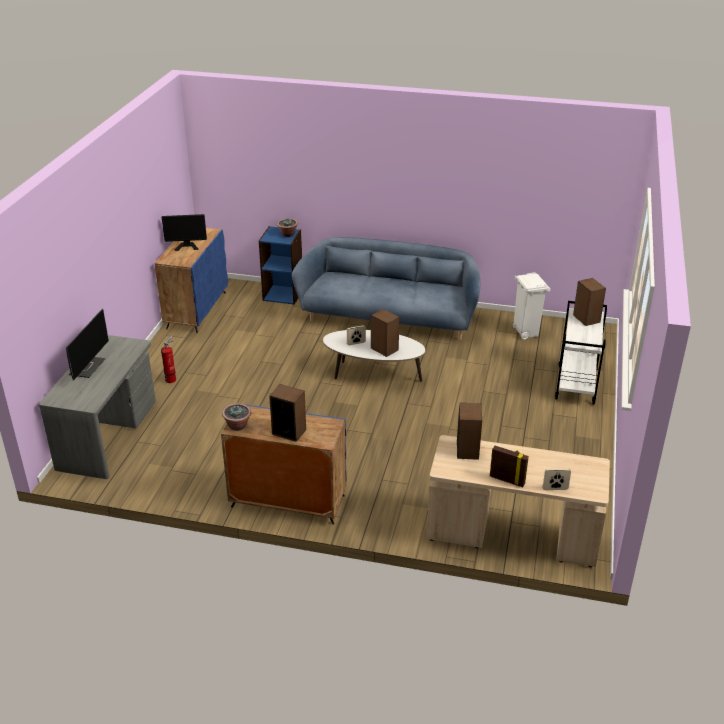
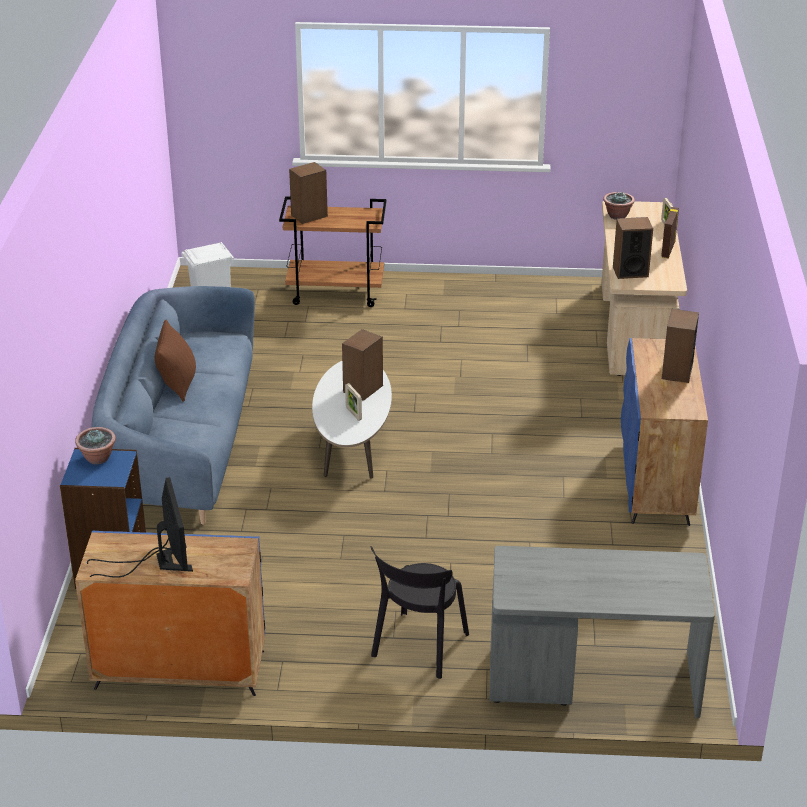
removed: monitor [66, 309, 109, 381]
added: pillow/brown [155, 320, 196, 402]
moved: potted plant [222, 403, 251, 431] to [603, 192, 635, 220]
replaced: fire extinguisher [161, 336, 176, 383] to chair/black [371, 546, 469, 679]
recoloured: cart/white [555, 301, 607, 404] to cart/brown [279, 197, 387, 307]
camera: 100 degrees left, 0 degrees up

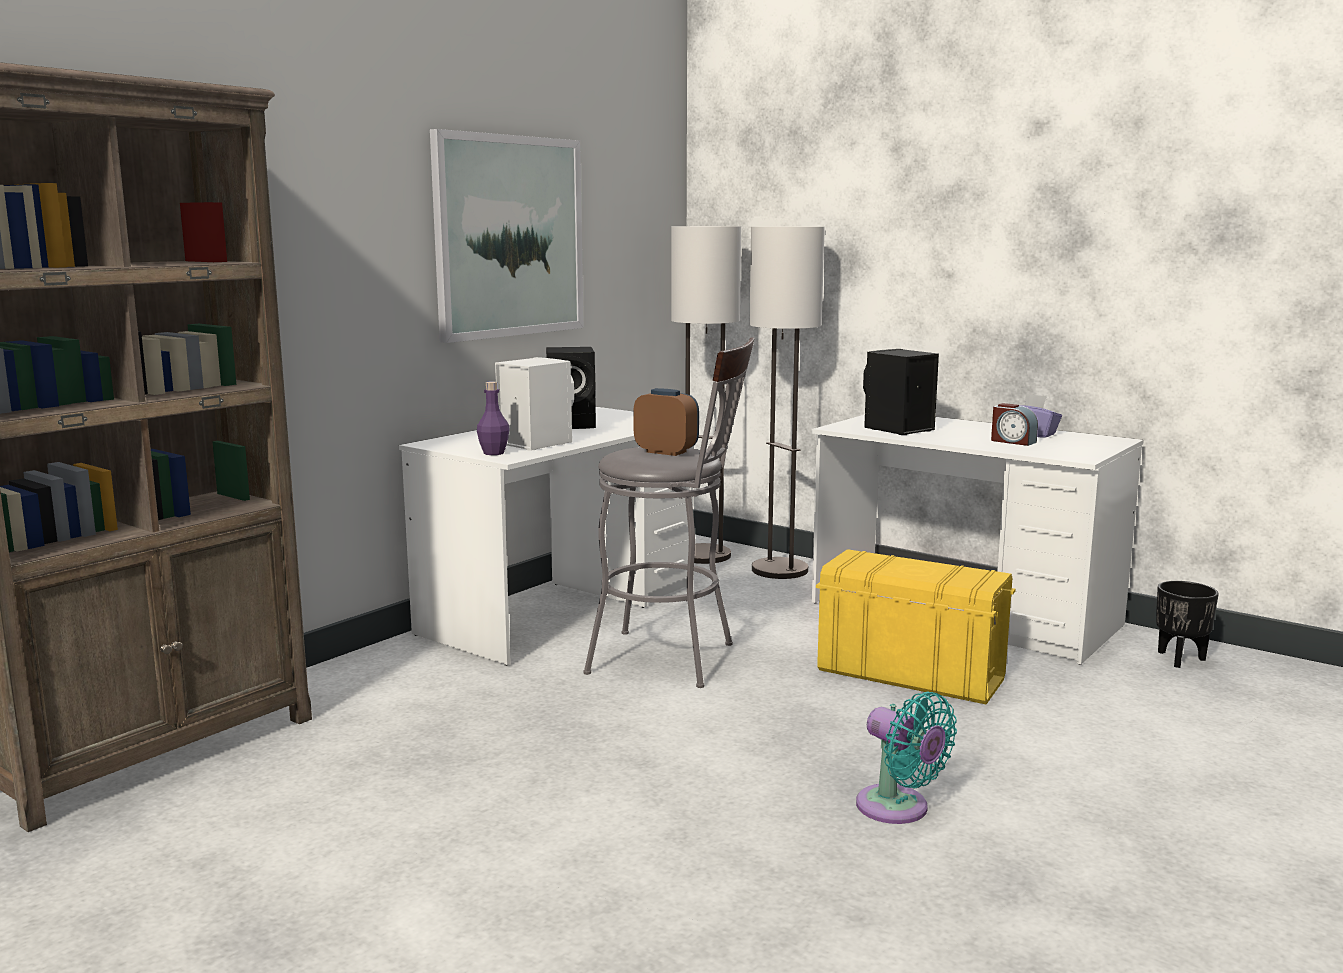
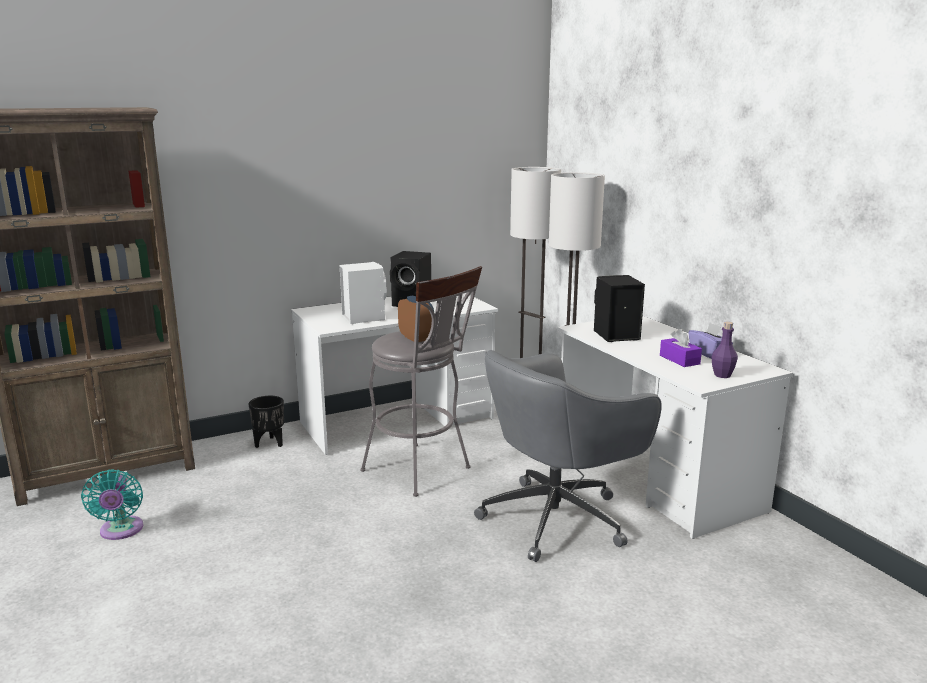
removed: picture [430, 129, 584, 343]
moved: bottle/purple [477, 381, 510, 455] to [711, 321, 738, 378]; fan/turquoise [856, 691, 957, 824] to [81, 469, 143, 540]; planter/black [1156, 581, 1219, 668] to [249, 396, 284, 448]
replaced: storage box/yellow [816, 549, 1016, 704] to office chair/grey [474, 350, 662, 562]; alarm clock [991, 403, 1038, 446] to tissue box/purple [660, 329, 702, 367]
camera: 25 degrees right, 5 degrees up

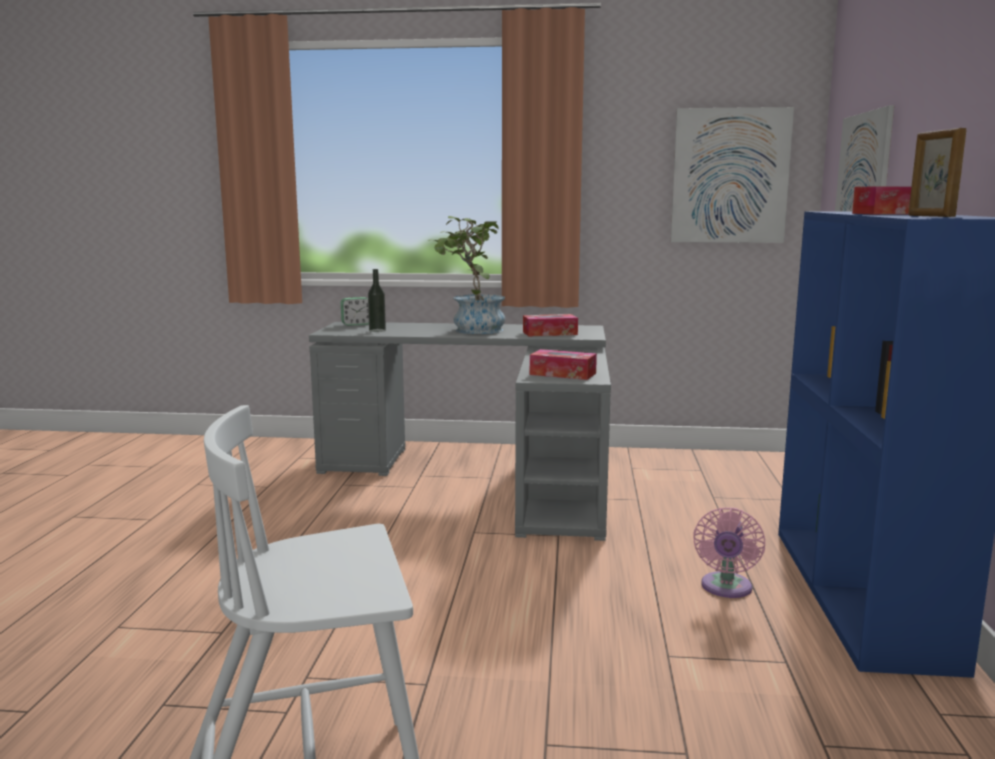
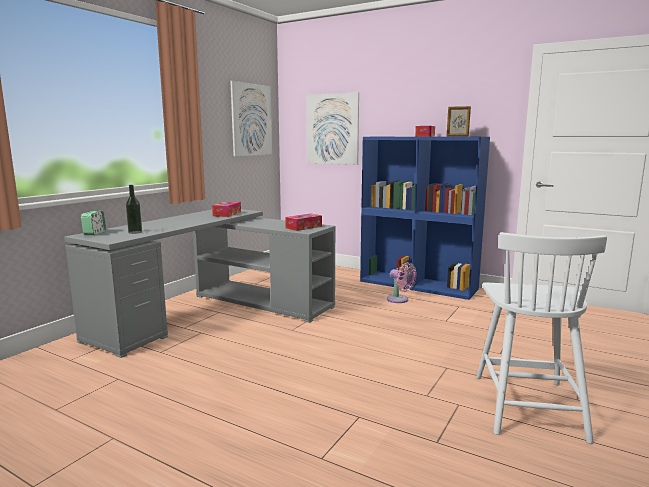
removed: potted plant [428, 216, 505, 334]
camera: 65 degrees left, 0 degrees up

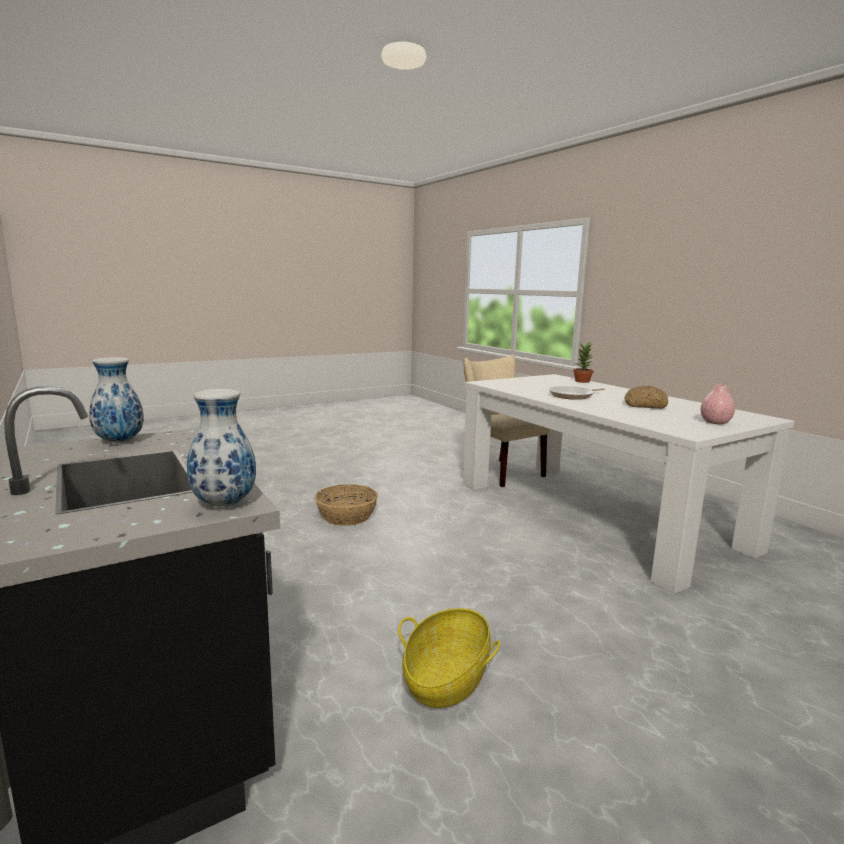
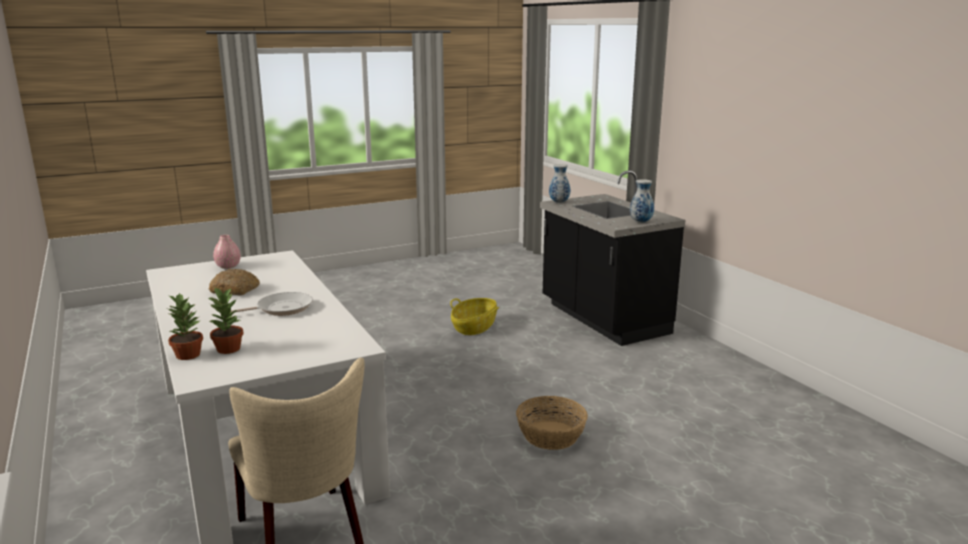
added: potted plant [207, 288, 243, 354]
camera: 175 degrees left, 5 degrees up

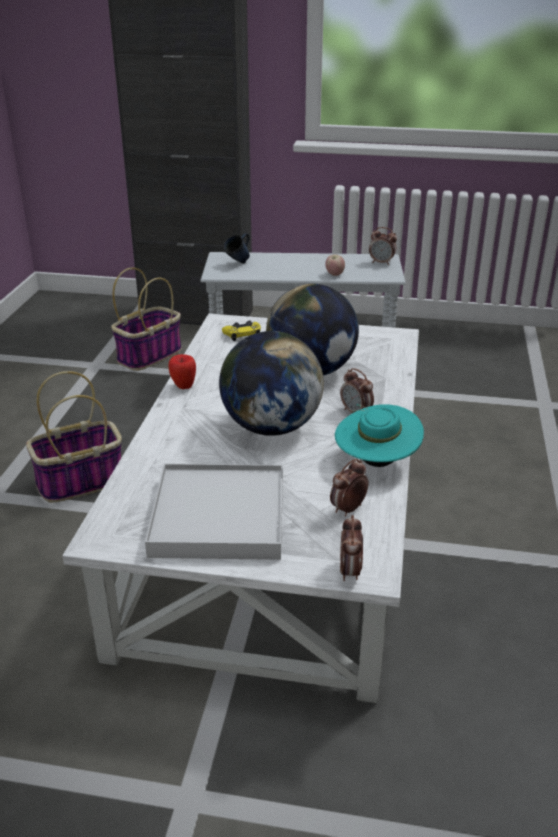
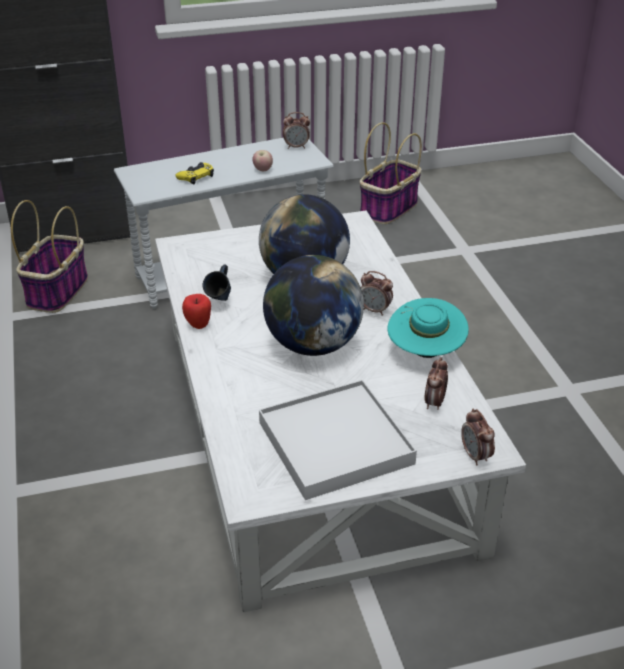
moved: basket [26, 371, 122, 502] to [360, 122, 422, 224]; game controller/yellow [222, 320, 261, 341] to [175, 162, 214, 185]; mug/blue [223, 233, 250, 264] to [202, 264, 231, 301]
camera: 25 degrees left, 5 degrees up

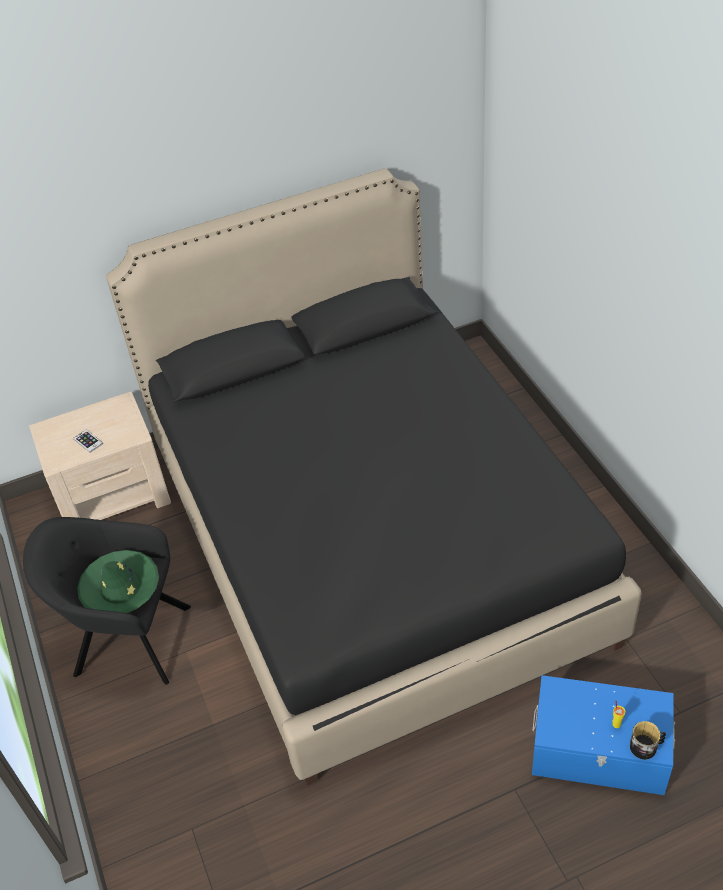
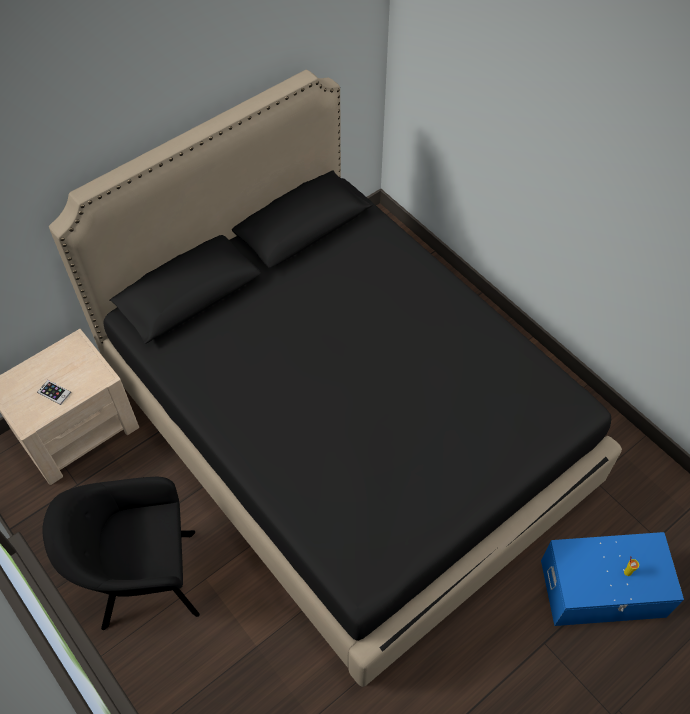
removed: hat/green [77, 550, 159, 613]; mug [630, 721, 666, 760]
camera: 20 degrees left, 10 degrees up

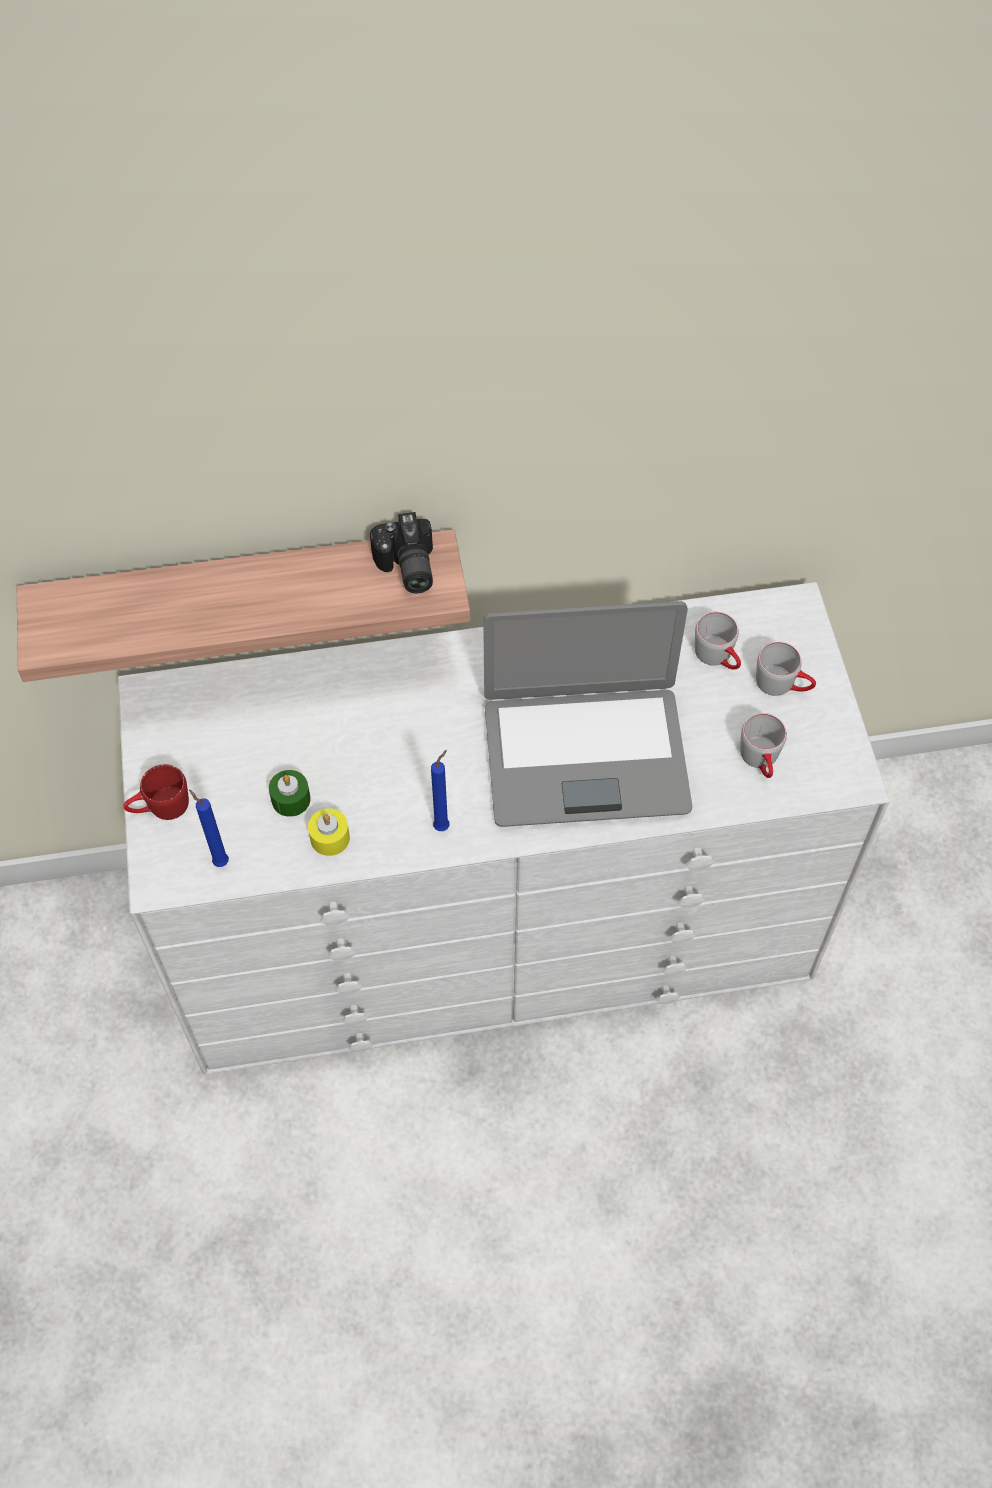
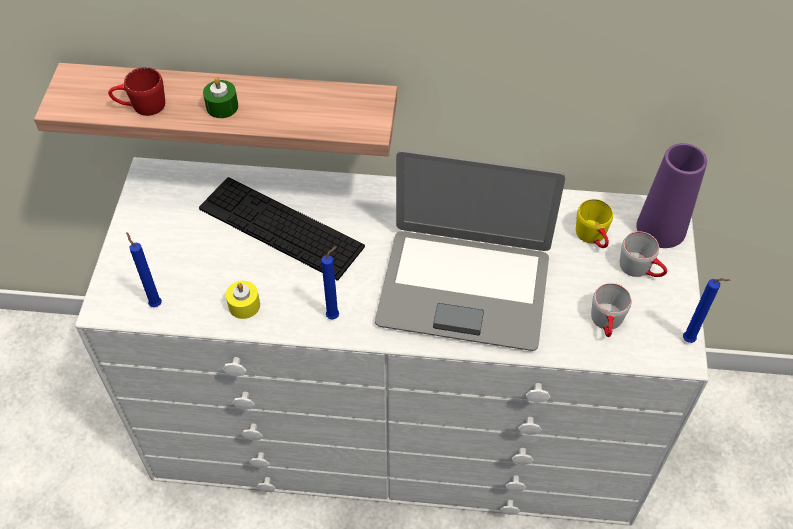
removed: photo camera [370, 512, 433, 593]
added: keyboard [199, 177, 365, 281]; vase/purple [636, 143, 707, 248]; candle/blue [683, 278, 730, 343]
moved: mug/red [123, 764, 189, 820] to [108, 67, 165, 116]; candle/green [269, 770, 311, 817] to [203, 78, 238, 118]
recoloured: mug/grey [695, 612, 741, 670] to mug/yellow [576, 199, 613, 248]
camera: 15 degrees right, 5 degrees down

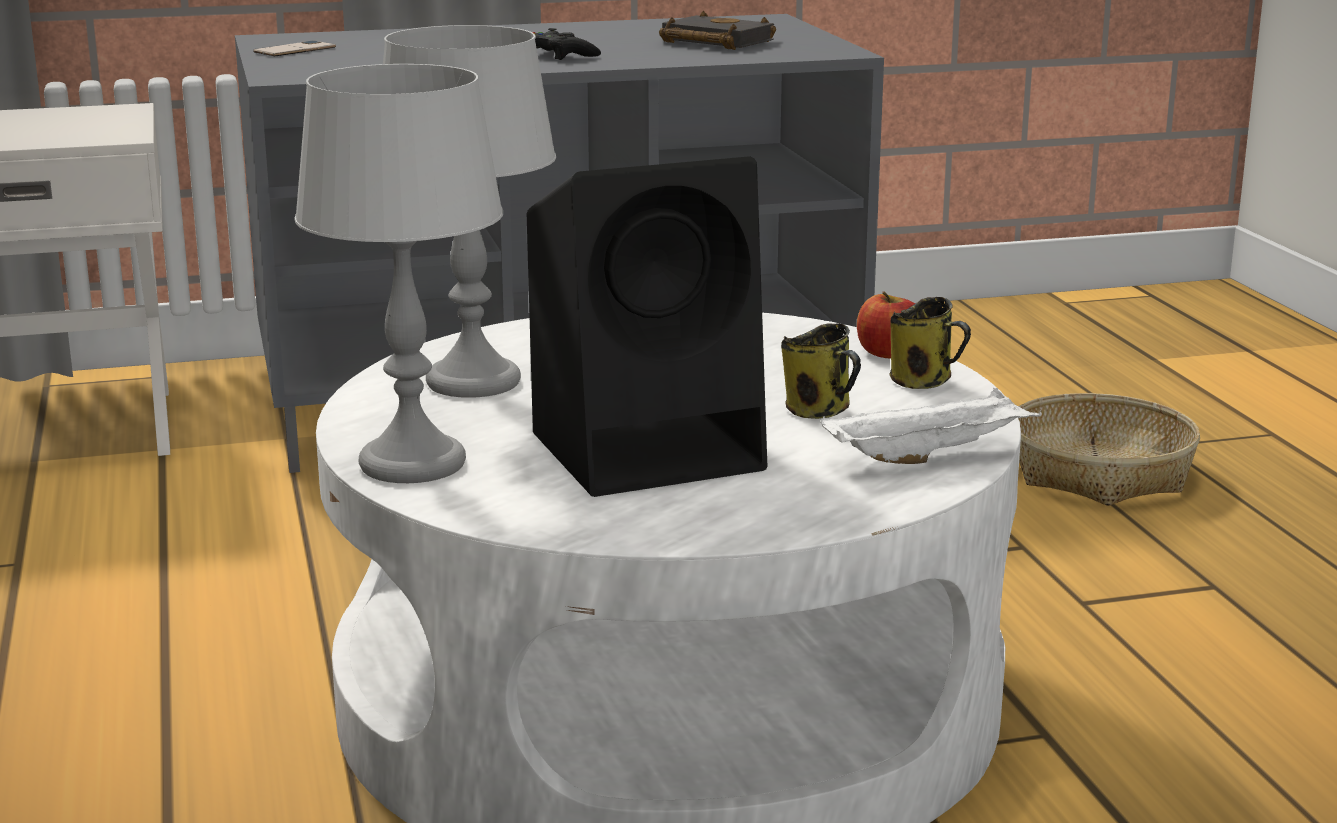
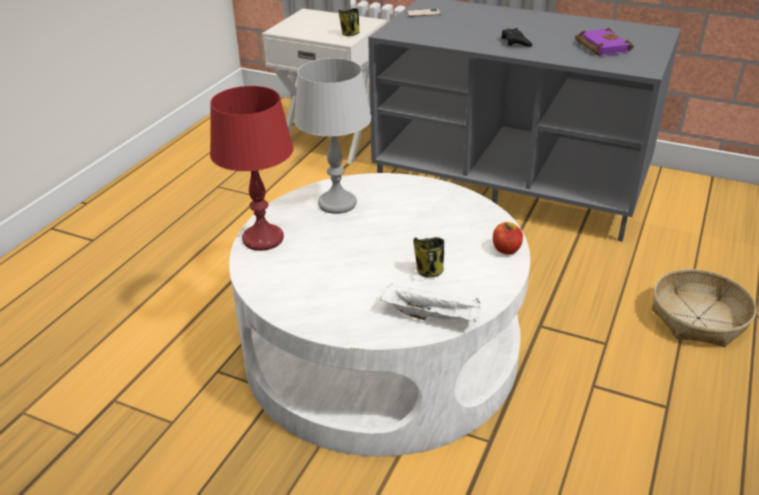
removed: speaker/black [527, 156, 767, 497]
moved: mug [889, 297, 971, 389] to [338, 8, 359, 36]
recoloured: table lamp/grey [294, 64, 503, 483] to table lamp/red [210, 86, 293, 251]; book/black [659, 11, 776, 50] to book/purple [575, 28, 634, 56]
camera: 40 degrees right, 15 degrees up

